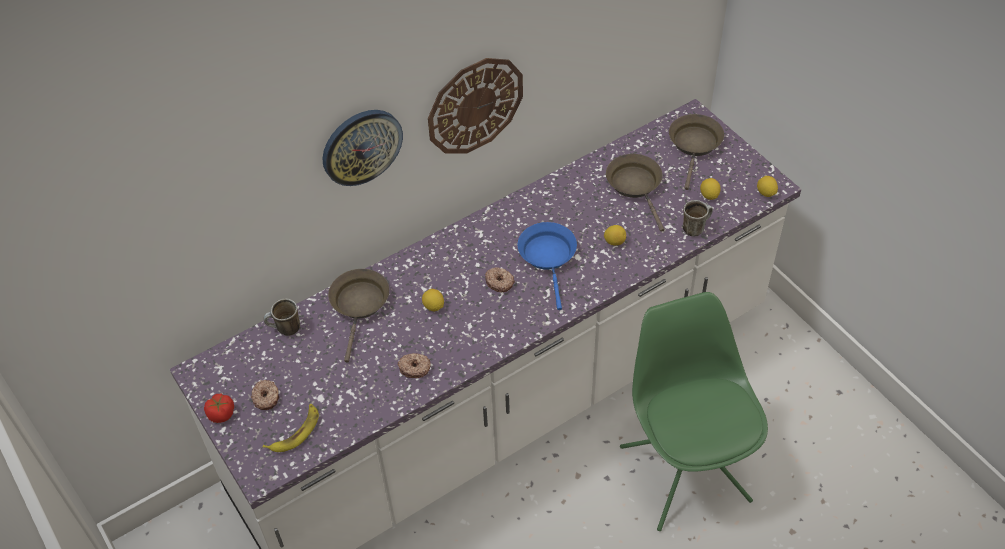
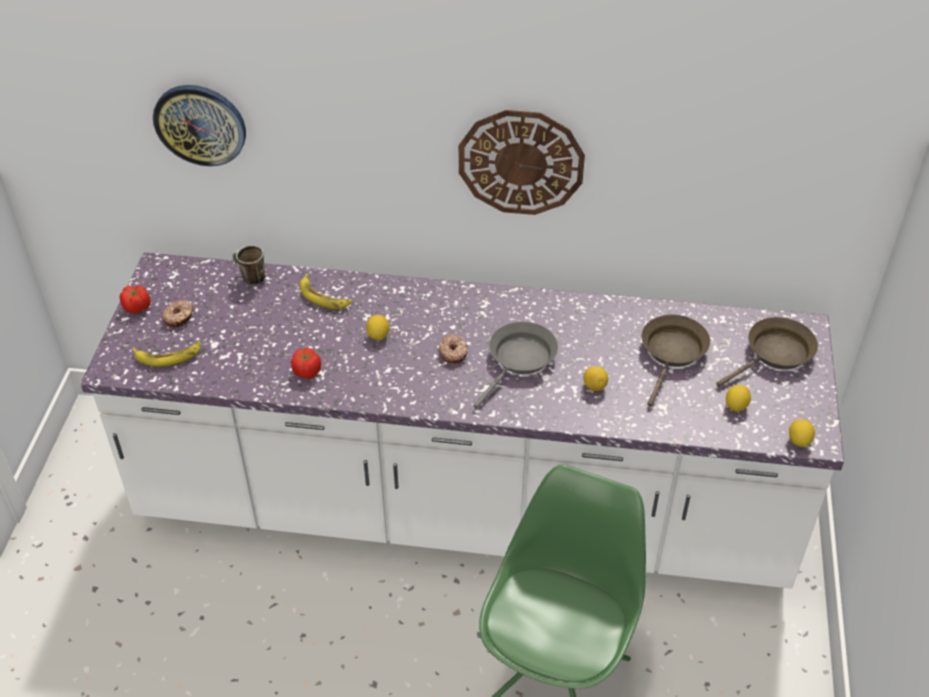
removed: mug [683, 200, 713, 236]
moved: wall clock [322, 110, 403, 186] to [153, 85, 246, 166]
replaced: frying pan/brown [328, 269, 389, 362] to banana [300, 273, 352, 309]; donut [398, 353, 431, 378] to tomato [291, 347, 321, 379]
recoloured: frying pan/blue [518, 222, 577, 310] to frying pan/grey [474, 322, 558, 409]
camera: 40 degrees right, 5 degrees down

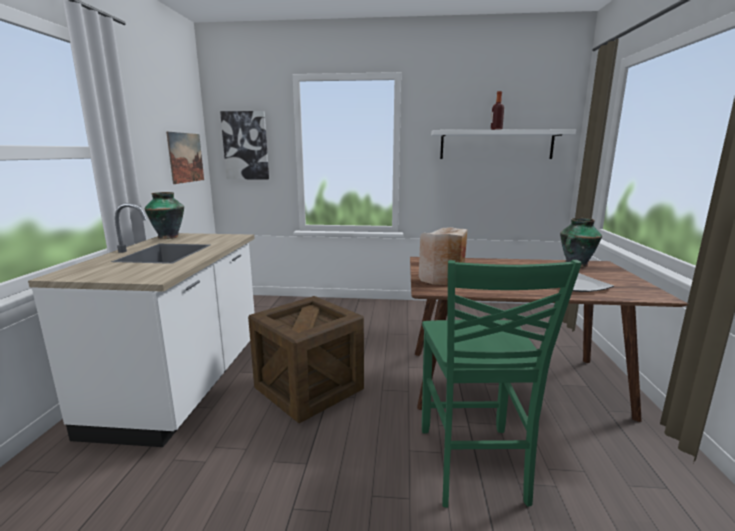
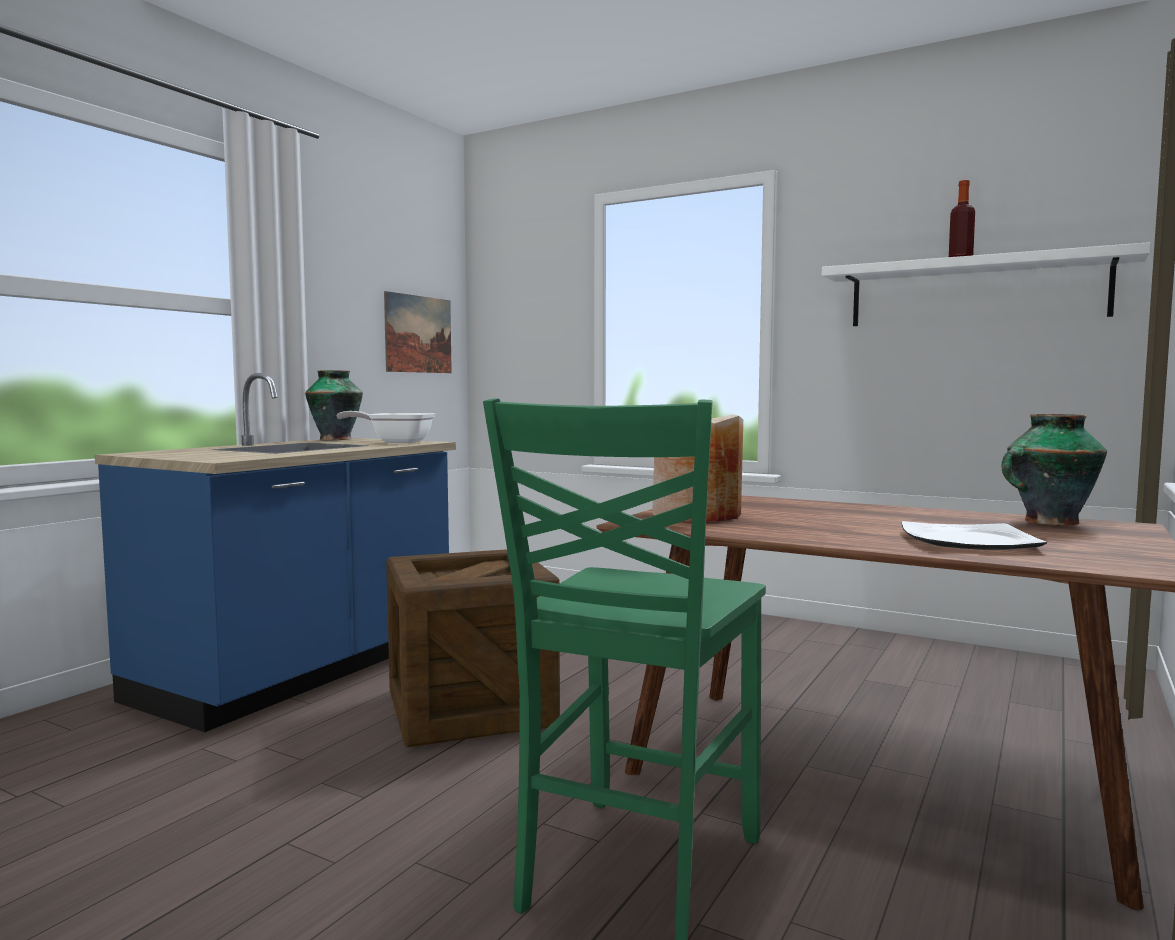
removed: picture [220, 111, 269, 180]
added: frying pan [337, 411, 435, 443]
recoloured: counter/white [28, 203, 255, 447] to counter/blue [95, 373, 456, 732]
camera: 25 degrees right, 10 degrees down

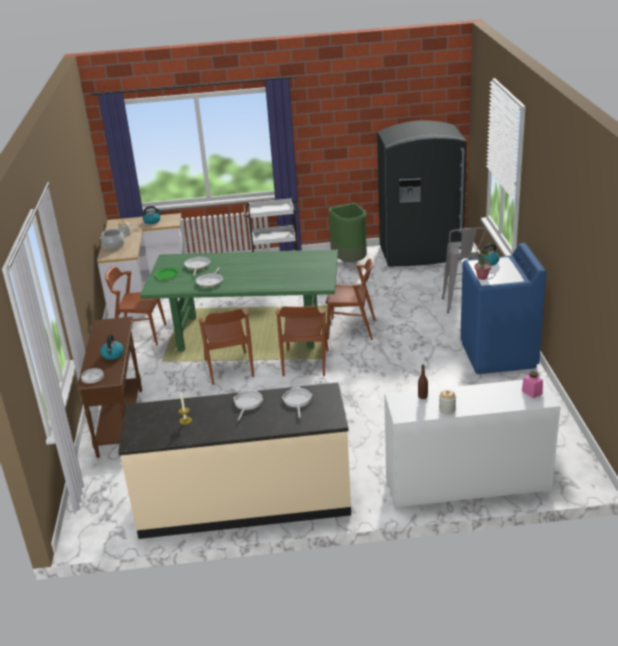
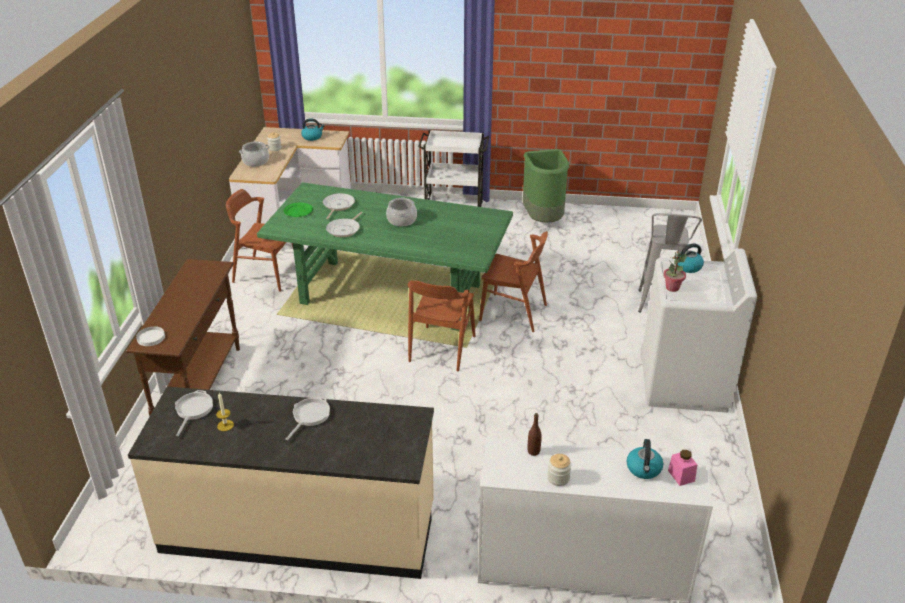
removed: chair/brown [199, 309, 254, 385]; fridge/grey [377, 120, 467, 266]
added: cooking pot [386, 197, 417, 226]
moved: kettle [100, 334, 124, 360] to [626, 439, 663, 479]; frying pan [282, 387, 312, 418] to [175, 390, 213, 436]
recoloured: washing machine/blue [460, 243, 546, 374] to washing machine/white [642, 248, 757, 413]
camera: 10 degrees right, 5 degrees up

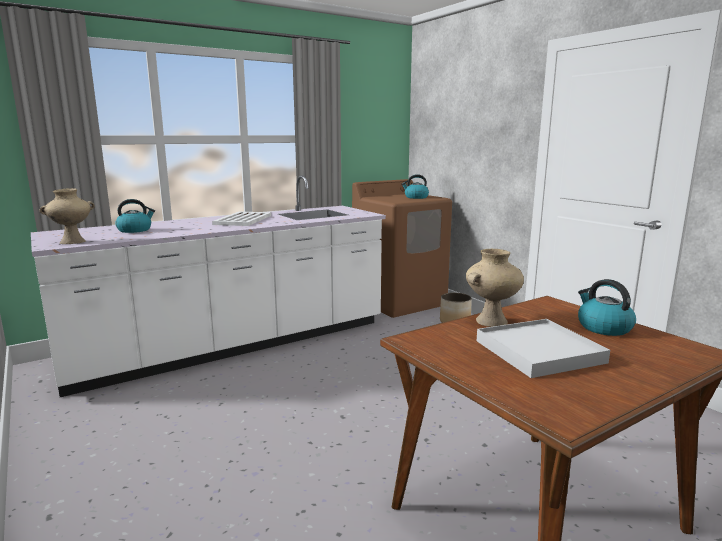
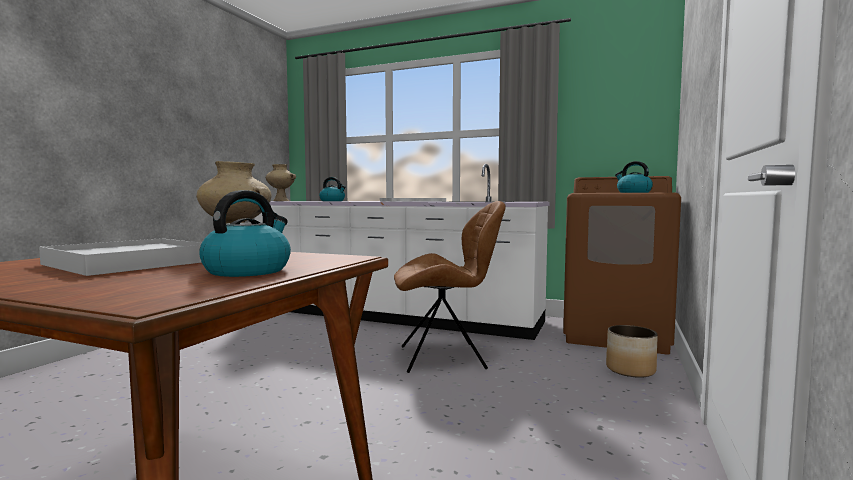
added: chair/brown [394, 201, 506, 373]
camera: 55 degrees right, 10 degrees down

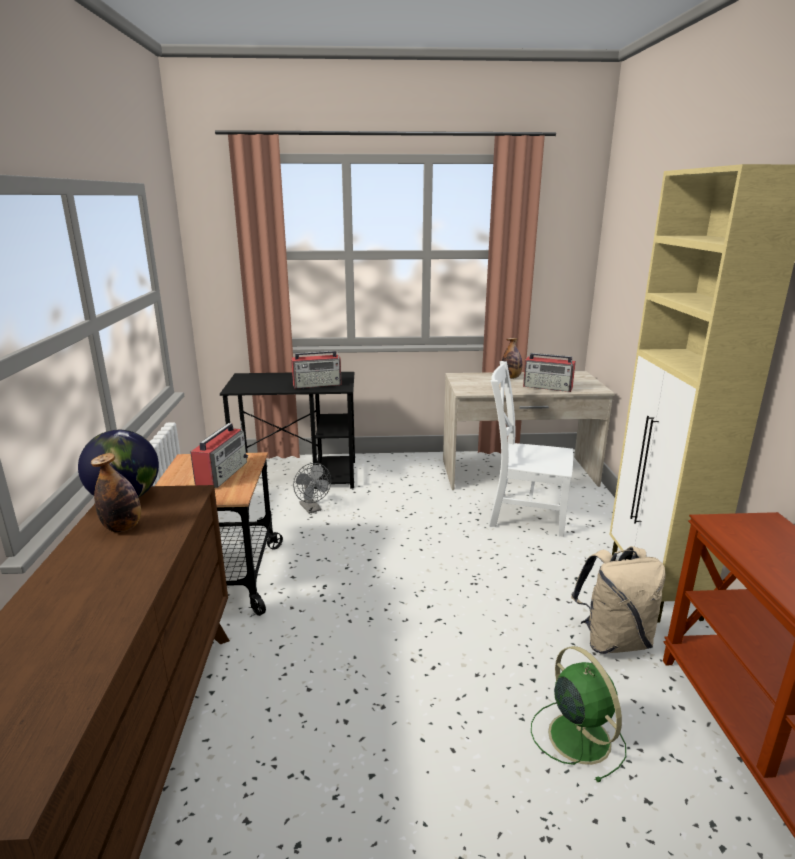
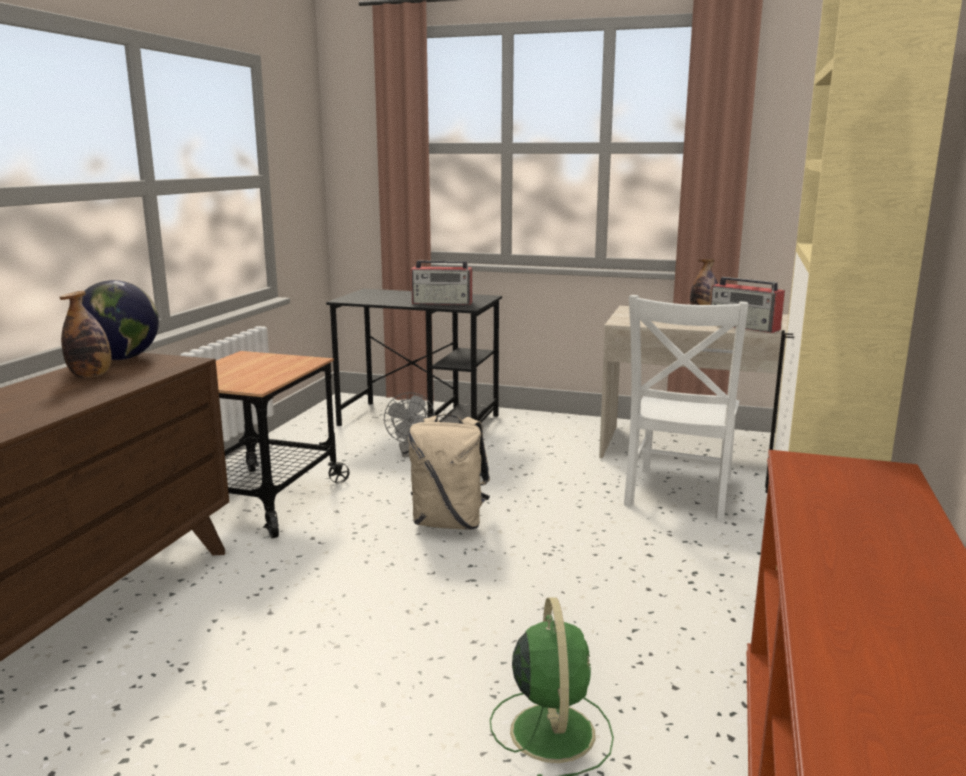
removed: radio [190, 421, 248, 488]
moved: backpack/beige [571, 546, 666, 654] to [408, 414, 490, 530]
turned: chair/white [489, 361, 573, 537] = [624, 295, 749, 521] 105 degrees counterclockwise
camera: 20 degrees right, 5 degrees down

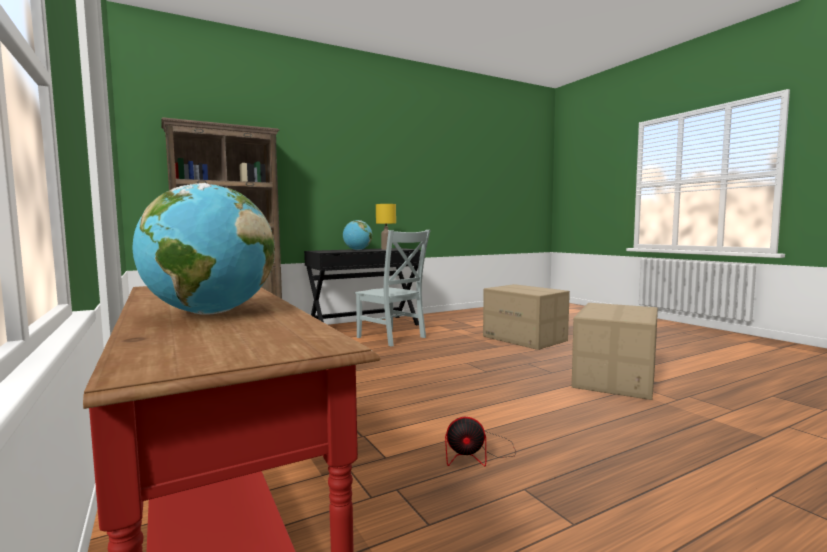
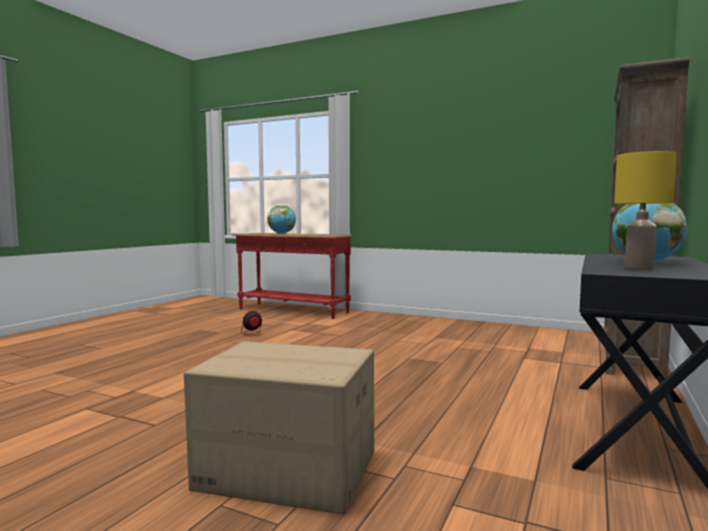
removed: chair/grey [355, 230, 430, 347]; cardboard box [572, 303, 658, 400]
camera: 145 degrees right, 0 degrees up

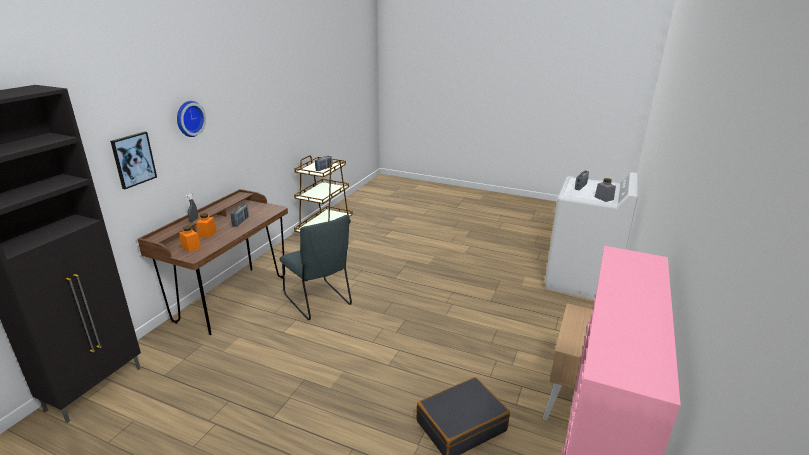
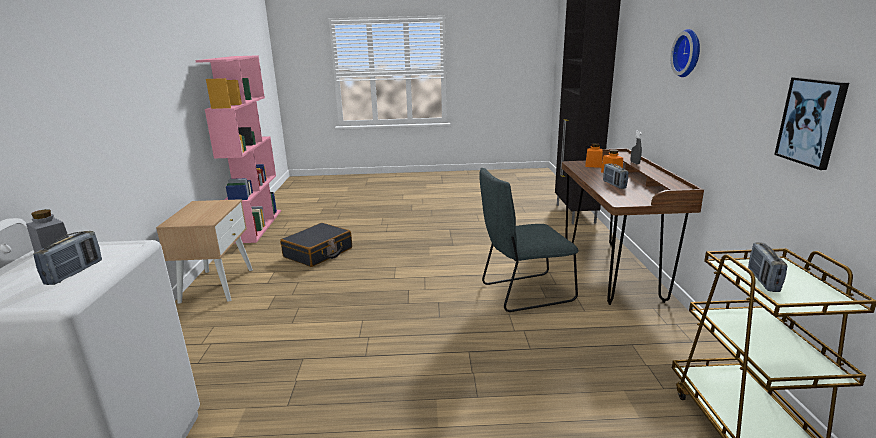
moved: picture [110, 131, 157, 189] to [774, 77, 849, 170]
turned: chair/grey [279, 215, 352, 320] = [479, 168, 578, 312] 45 degrees counterclockwise
camera: 155 degrees right, 5 degrees down

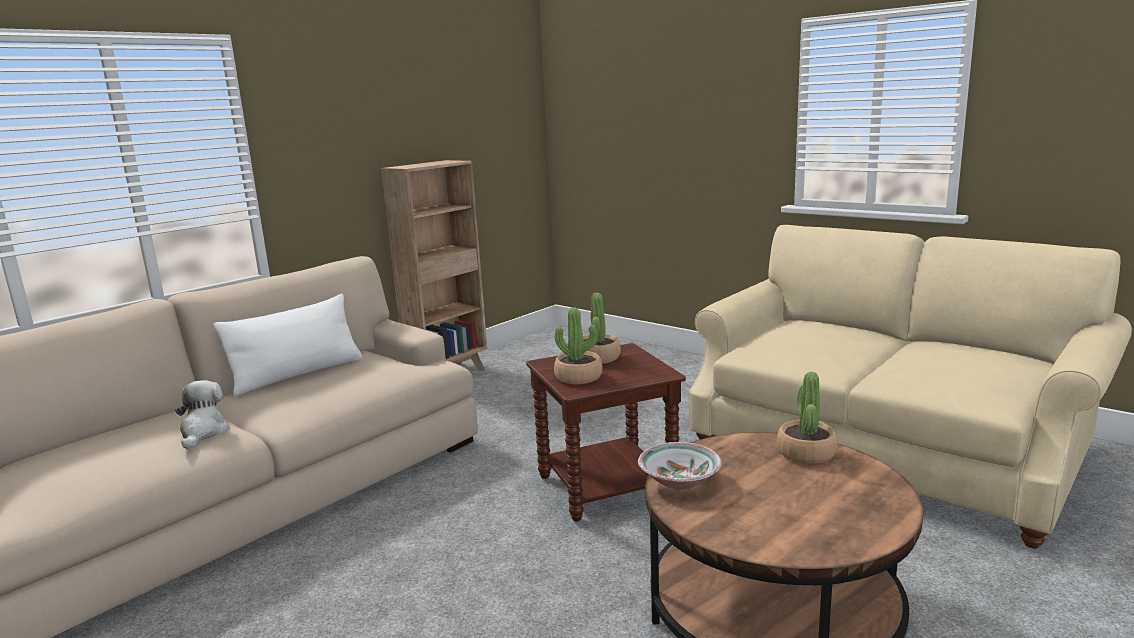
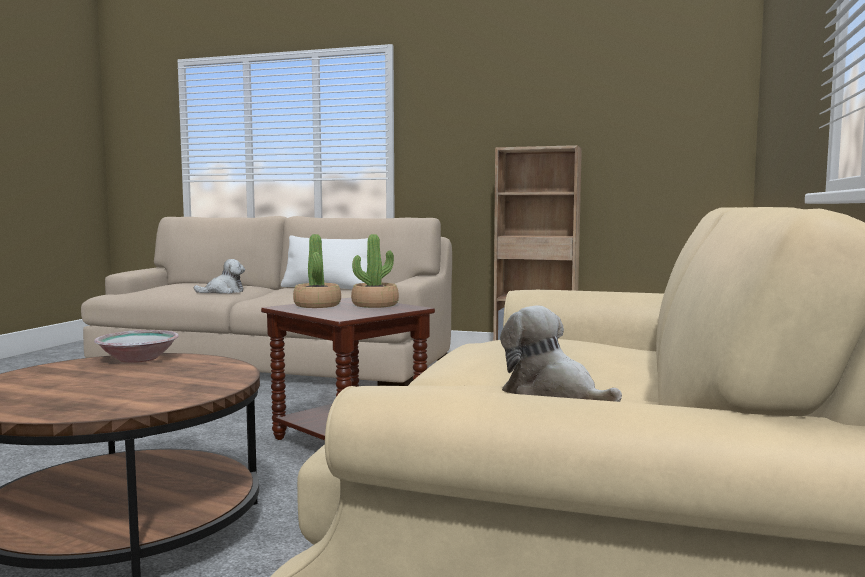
removed: potted plant [777, 372, 838, 464]
added: plush toy [500, 305, 622, 402]
camera: 65 degrees right, 10 degrees down

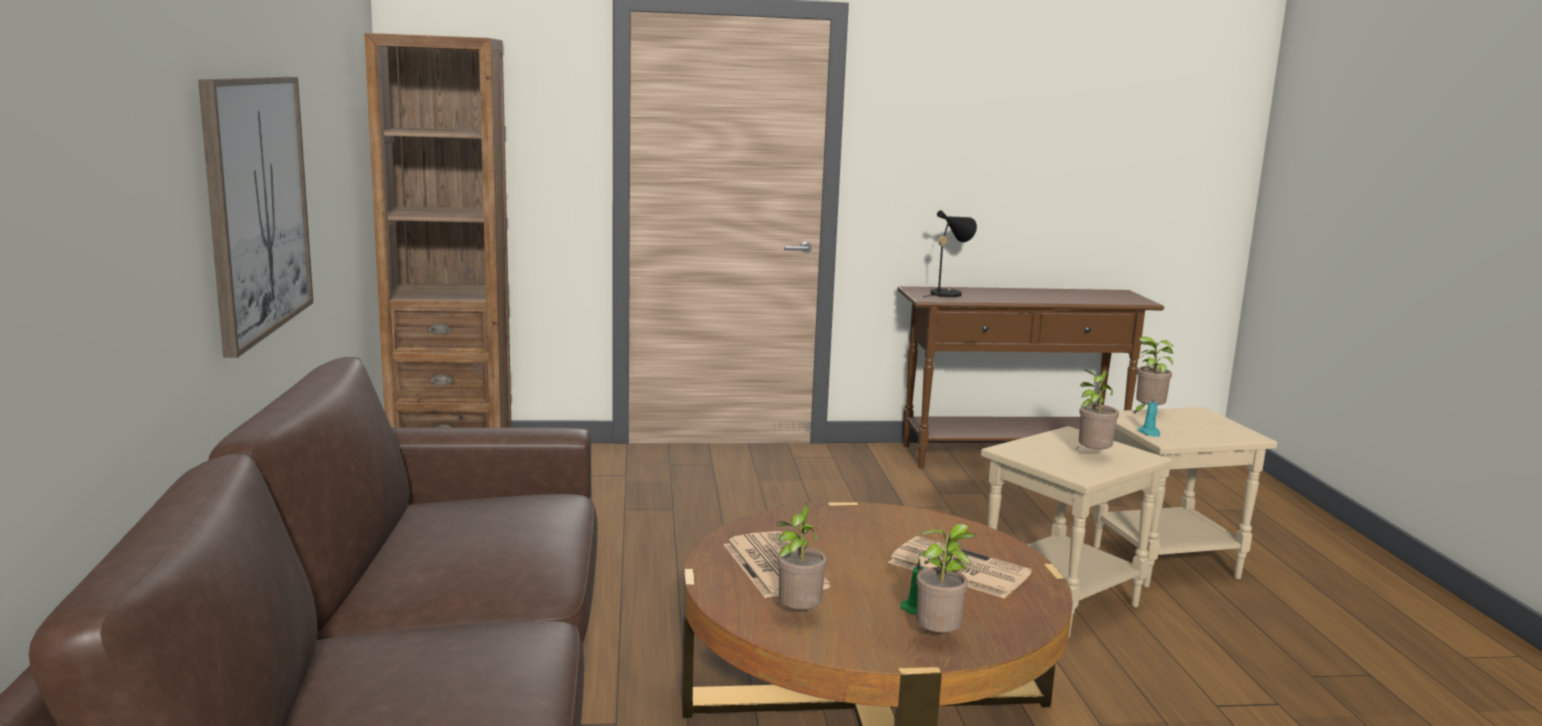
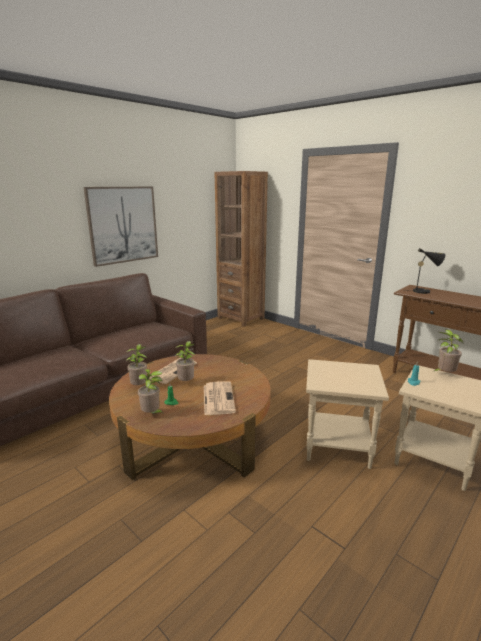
moved: potted plant [1076, 369, 1119, 449] to [175, 341, 195, 381]
camera: 50 degrees right, 5 degrees up

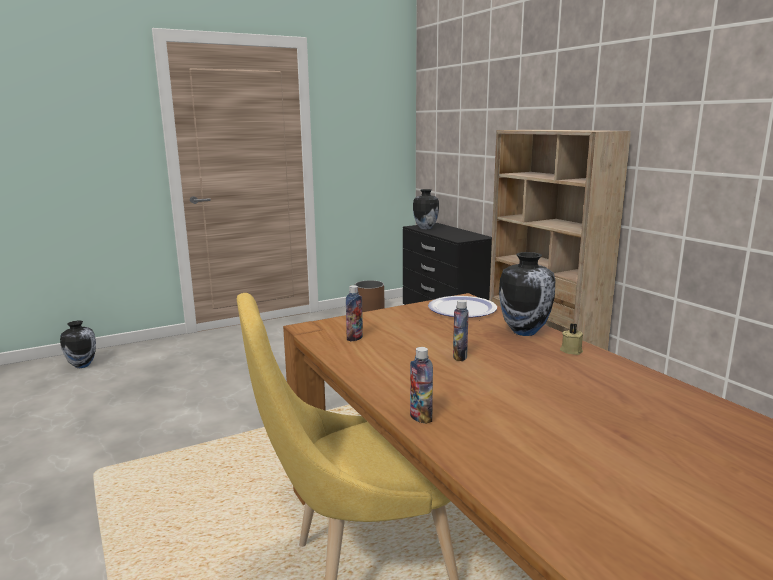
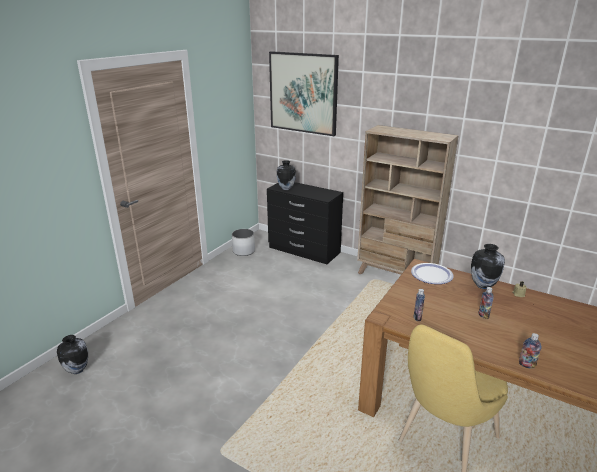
added: picture [269, 51, 339, 136]
recoloured: planter/brown [355, 280, 385, 312] to planter/white [232, 229, 255, 256]
camera: 30 degrees left, 10 degrees up

